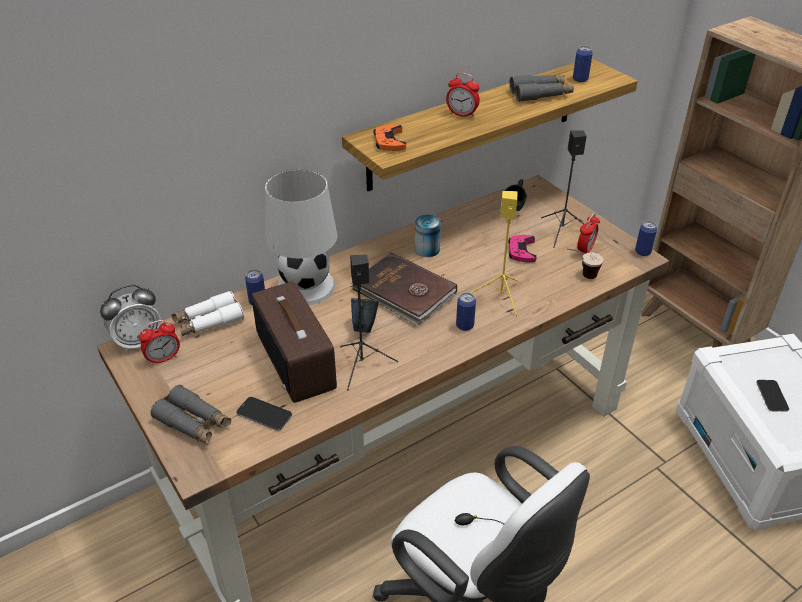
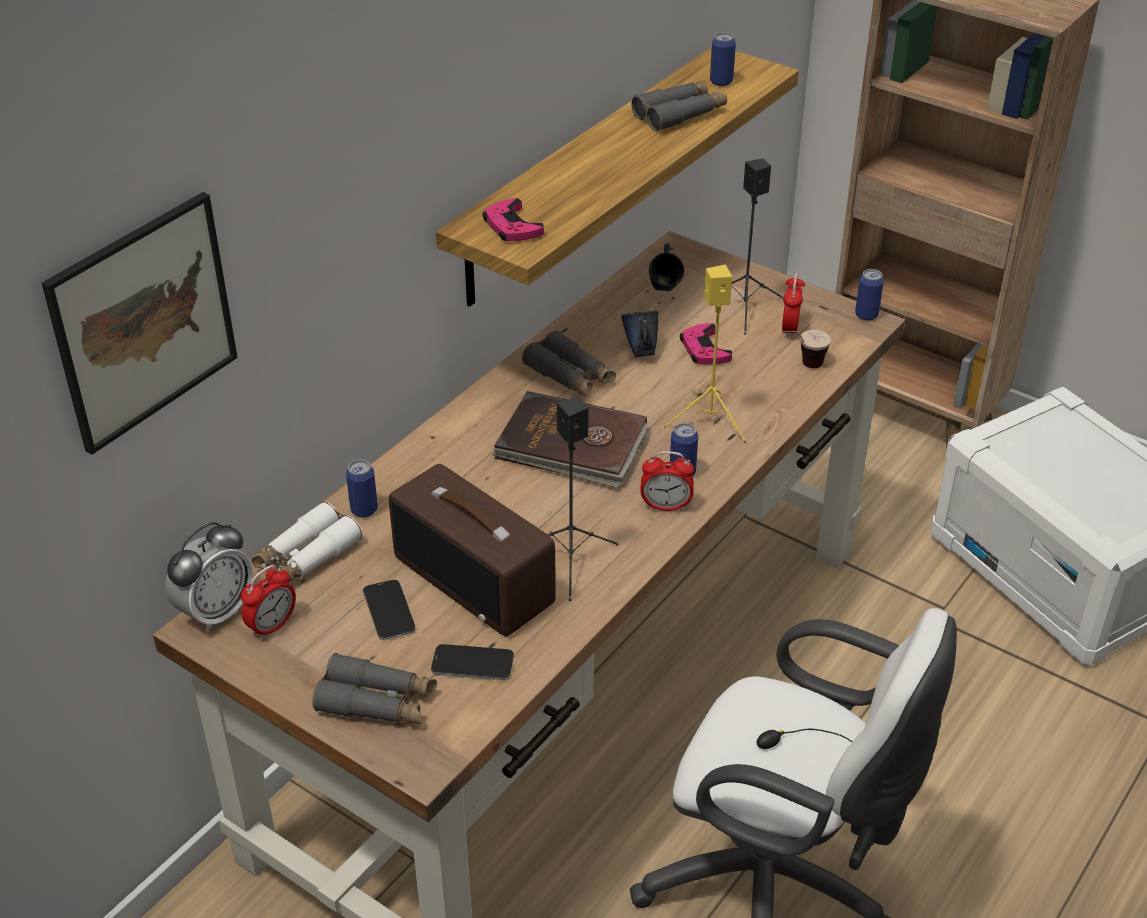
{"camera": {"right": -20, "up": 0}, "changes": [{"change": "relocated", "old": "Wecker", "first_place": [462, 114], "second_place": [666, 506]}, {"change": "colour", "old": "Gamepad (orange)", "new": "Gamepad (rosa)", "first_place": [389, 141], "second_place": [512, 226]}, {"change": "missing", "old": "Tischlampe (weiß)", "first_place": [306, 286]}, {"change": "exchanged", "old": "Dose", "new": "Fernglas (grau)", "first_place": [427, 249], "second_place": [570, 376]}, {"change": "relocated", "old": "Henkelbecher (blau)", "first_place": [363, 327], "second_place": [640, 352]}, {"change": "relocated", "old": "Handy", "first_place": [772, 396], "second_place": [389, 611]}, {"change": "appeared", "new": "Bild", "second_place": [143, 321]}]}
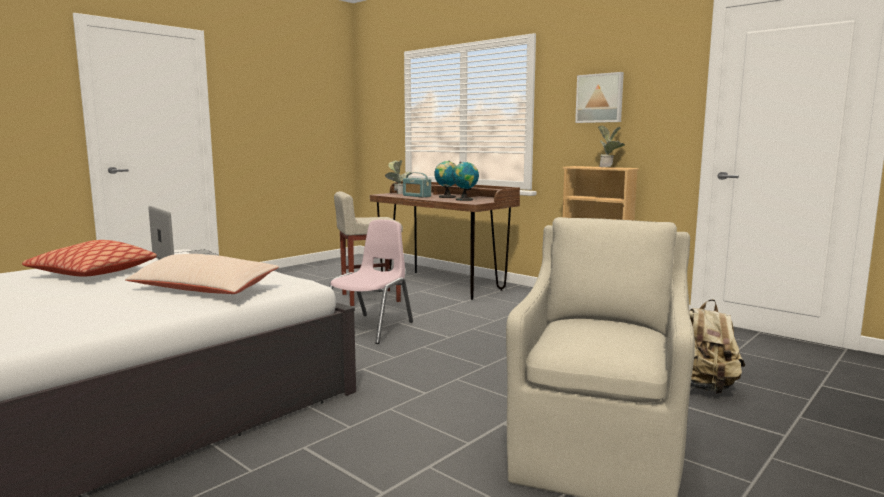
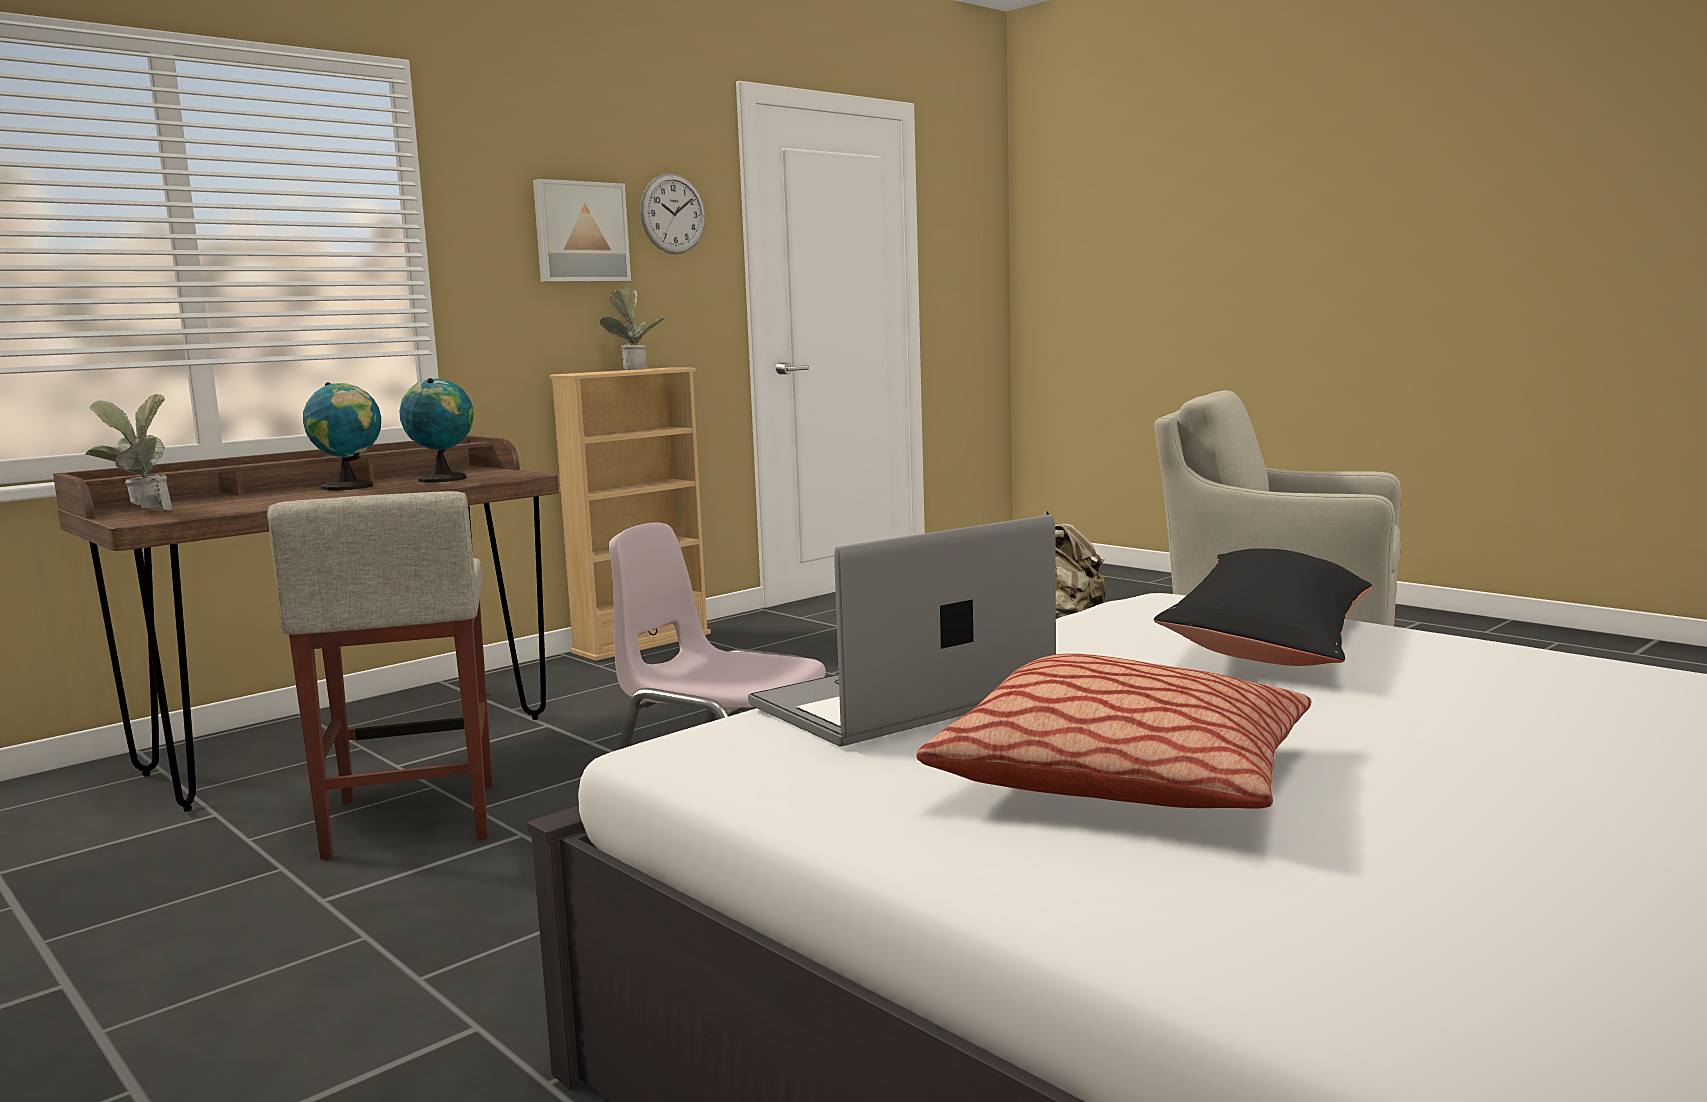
{"camera": {"right": -85, "up": 0}, "changes": [{"change": "missing", "old": "Radio", "first_place": [416, 196]}, {"change": "colour", "old": "Kissen (beige)", "new": "Kissen (schwarz)", "first_place": [204, 289], "second_place": [1271, 640]}, {"change": "appeared", "new": "Wanduhr", "second_place": [673, 214]}]}
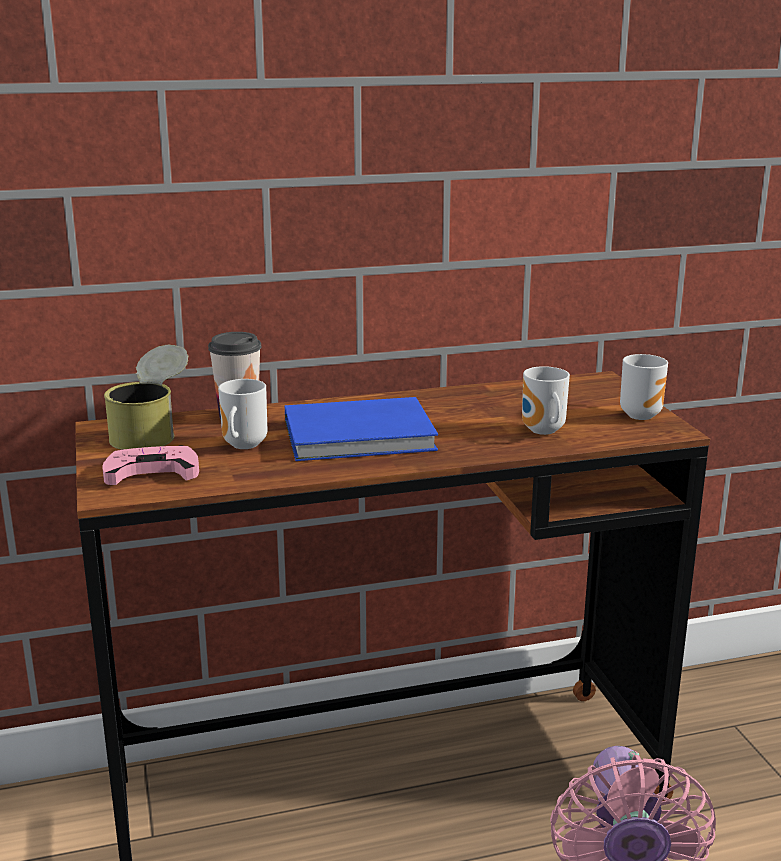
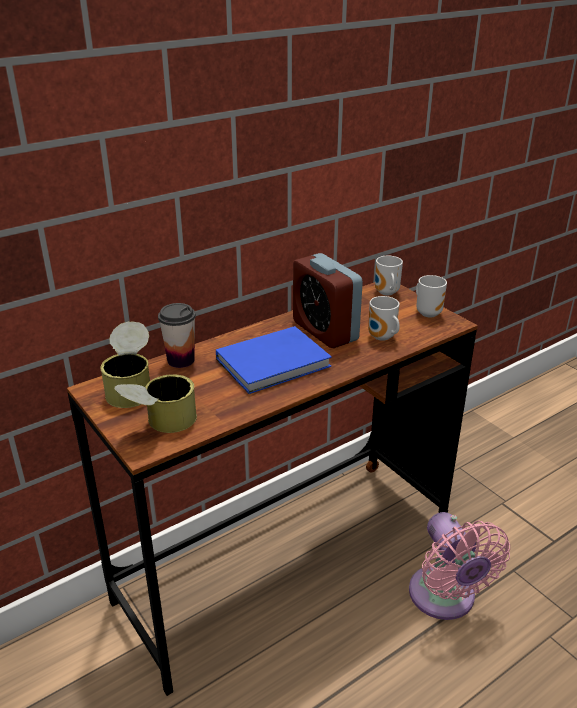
{"camera": {"right": -20, "up": 10}, "changes": [{"change": "relocated", "old": "Henkelbecher", "first_place": [241, 446], "second_place": [386, 293]}, {"change": "exchanged", "old": "Gamepad (rosa)", "new": "Dose", "first_place": [152, 472], "second_place": [159, 424]}, {"change": "appeared", "new": "Wecker", "second_place": [325, 331]}]}
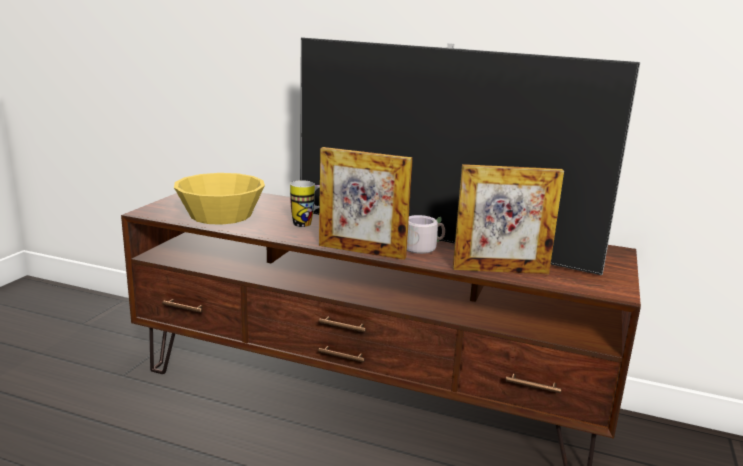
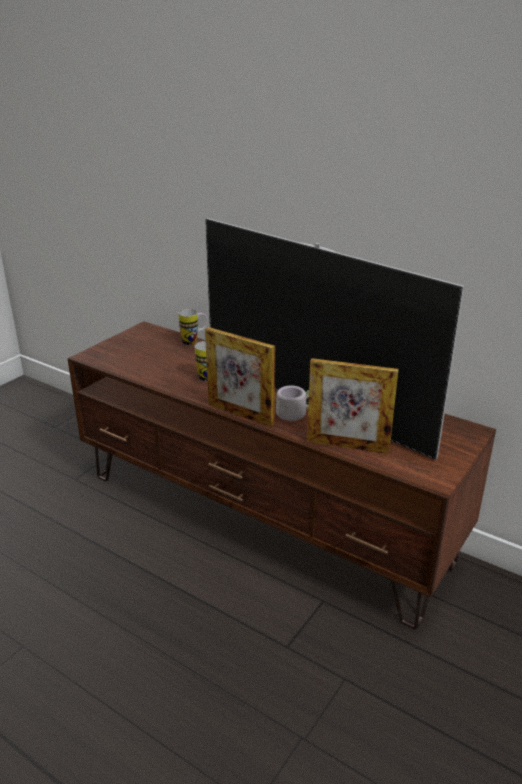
{"camera": {"right": 15, "up": 10}, "changes": [{"change": "missing", "old": "Schüssel (gelb)", "first_place": [220, 215]}, {"change": "appeared", "new": "Henkelbecher", "second_place": [194, 342]}]}
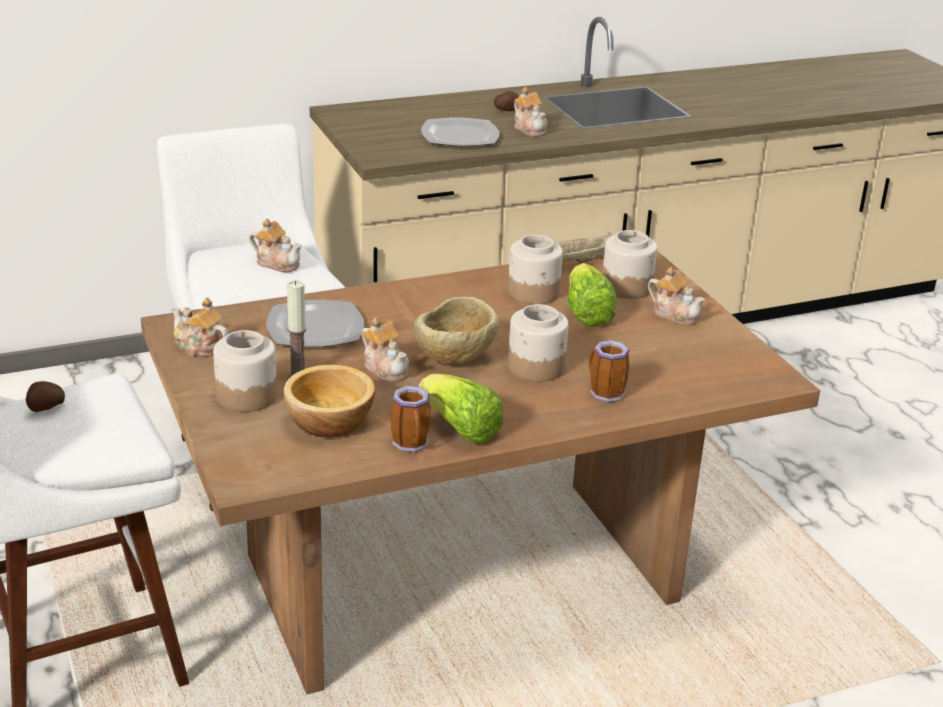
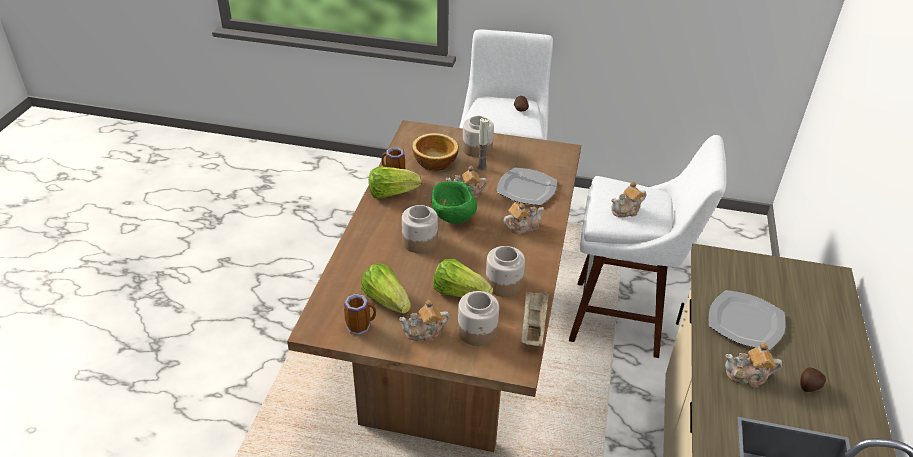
{"camera": {"right": 125, "up": 10}, "changes": [{"change": "relocated", "old": "Teekanne", "first_place": [199, 347], "second_place": [522, 226]}, {"change": "colour", "old": "Schüssel (beige)", "new": "Schüssel (grün)", "first_place": [454, 360], "second_place": [453, 218]}, {"change": "relocated", "old": "Henkelbecher", "first_place": [603, 393], "second_place": [360, 326]}, {"change": "appeared", "new": "Salatkopf", "second_place": [386, 300]}]}
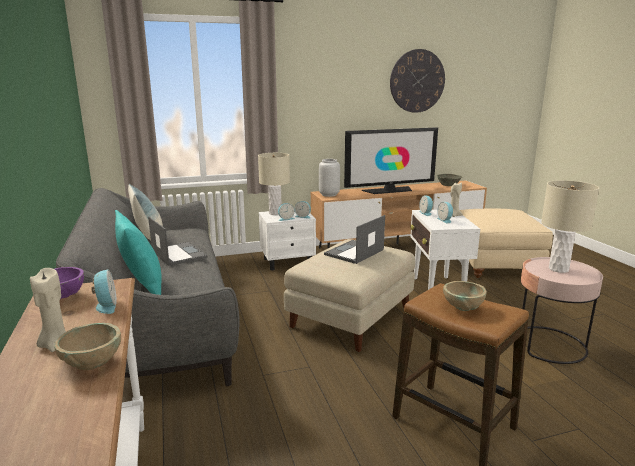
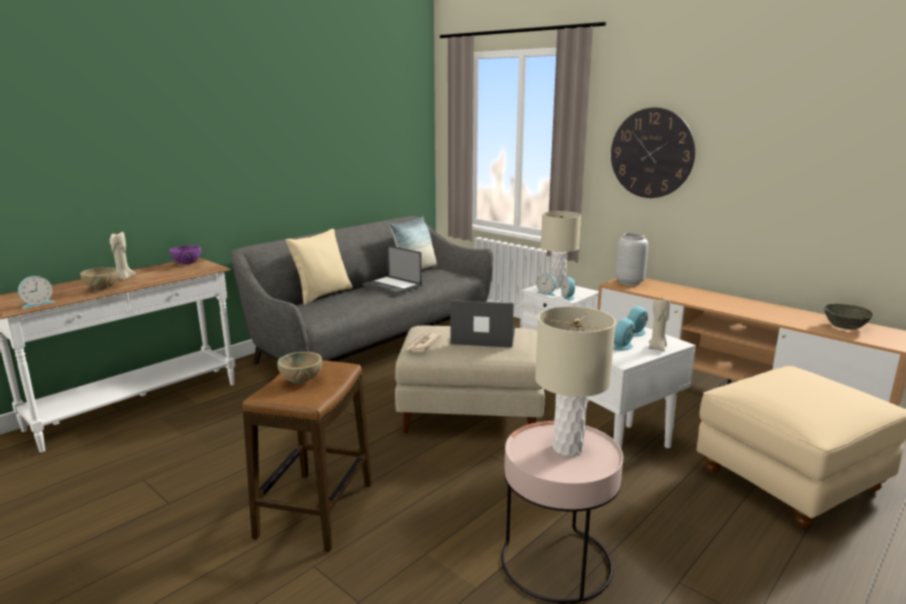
{"camera": {"right": 60, "up": 0}, "changes": [{"change": "relocated", "old": "Wanduhr", "first_place": [417, 81], "second_place": [651, 153]}, {"change": "missing", "old": "Fernseher", "first_place": [389, 190]}, {"change": "colour", "old": "Kissen (türkis)", "new": "Kissen (beige)", "first_place": [142, 286], "second_place": [322, 295]}, {"change": "spun", "old": "Laptop", "first_place": [178, 254], "second_place": [393, 285], "degrees": 105}, {"change": "relocated", "old": "Wecker", "first_place": [106, 306], "second_place": [37, 303]}, {"change": "appeared", "new": "Zeitung", "second_place": [422, 344]}]}
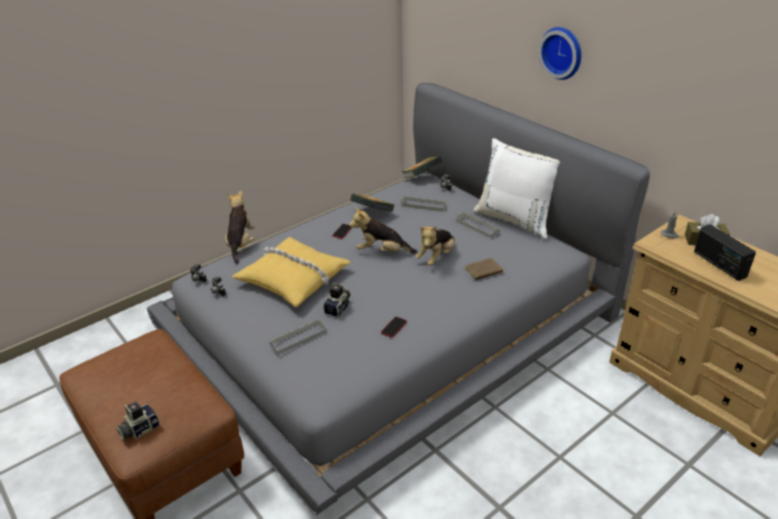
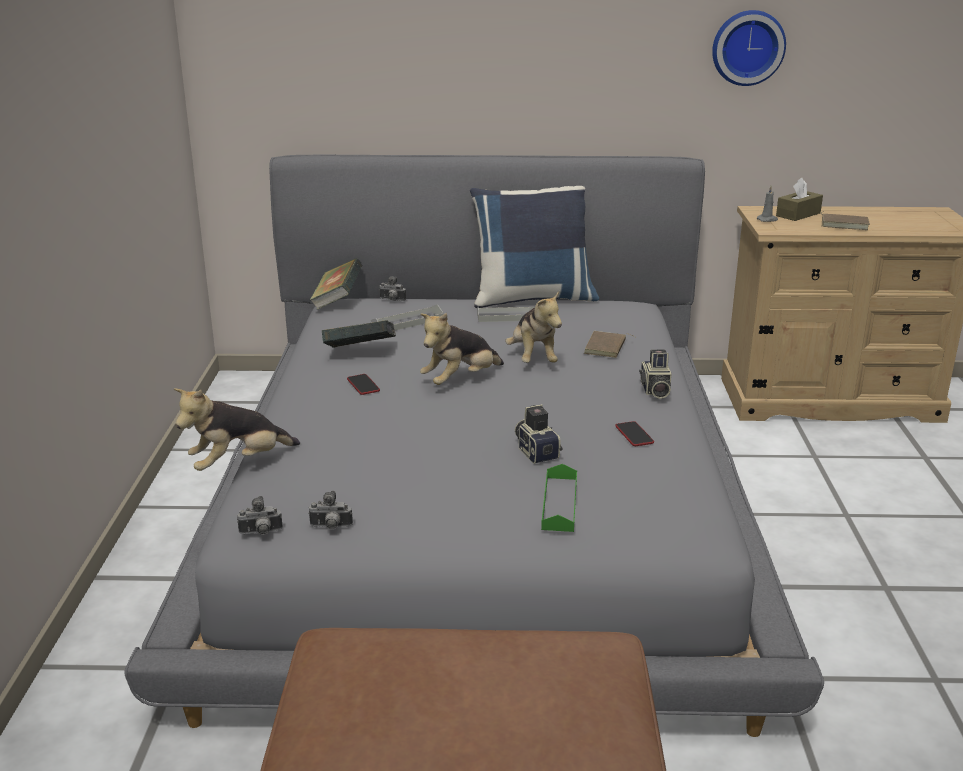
{"camera": {"right": -50, "up": -10}, "changes": [{"change": "relocated", "old": "Wanduhr", "first_place": [562, 52], "second_place": [747, 47]}, {"change": "colour", "old": "Kissen (weiß)", "new": "Kissen (blau)", "first_place": [515, 220], "second_place": [533, 298]}, {"change": "spun", "old": "Plüschtier", "first_place": [241, 244], "second_place": [238, 463], "degrees": -75}, {"change": "exchanged", "old": "Radio", "new": "Buch (braun)", "first_place": [719, 264], "second_place": [844, 224]}, {"change": "missing", "old": "Kissen (gelb)", "first_place": [294, 278]}, {"change": "colour", "old": "Tablett (grau)", "new": "Tablett (grün)", "first_place": [298, 338], "second_place": [559, 503]}, {"change": "relocated", "old": "Kamera", "first_place": [139, 429], "second_place": [654, 390]}]}
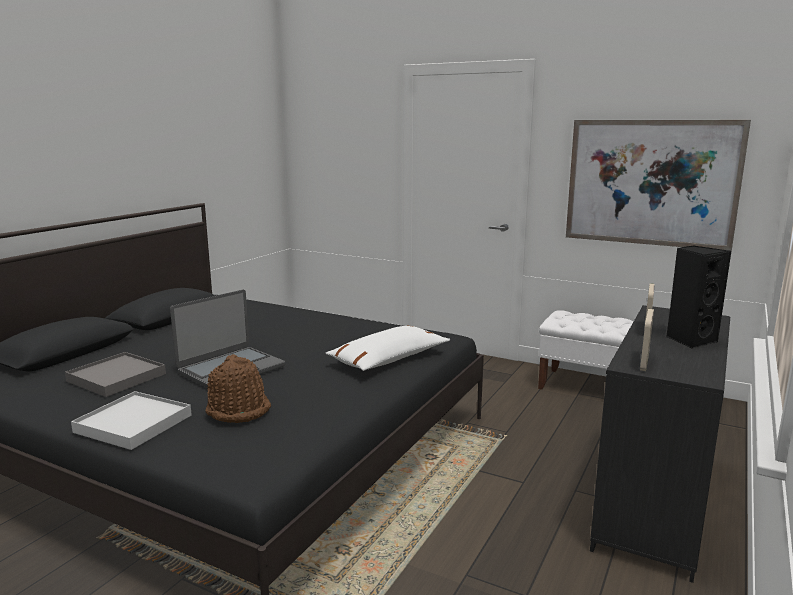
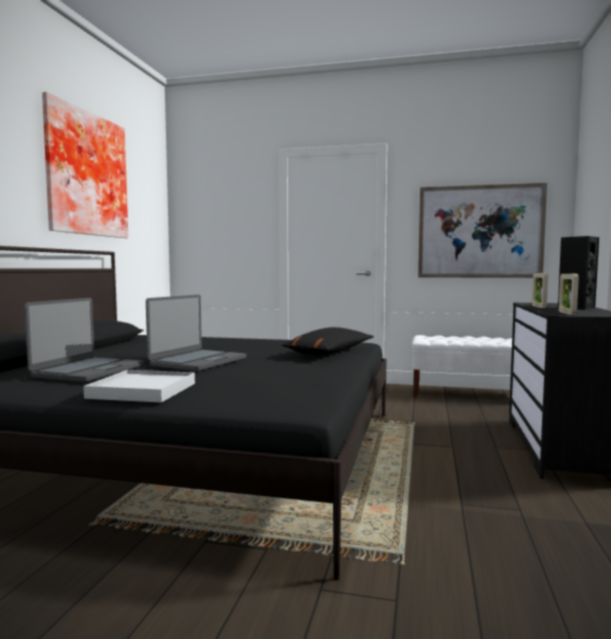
{"camera": {"right": -15, "up": -10}, "changes": [{"change": "colour", "old": "Kissen (weiß)", "new": "Kissen (schwarz)", "first_place": [388, 359], "second_place": [329, 352]}, {"change": "exchanged", "old": "Tablett (grau)", "new": "Laptop", "first_place": [116, 377], "second_place": [88, 371]}, {"change": "missing", "old": "Hut (braun)", "first_place": [238, 409]}, {"change": "appeared", "new": "Bild", "second_place": [84, 174]}]}
